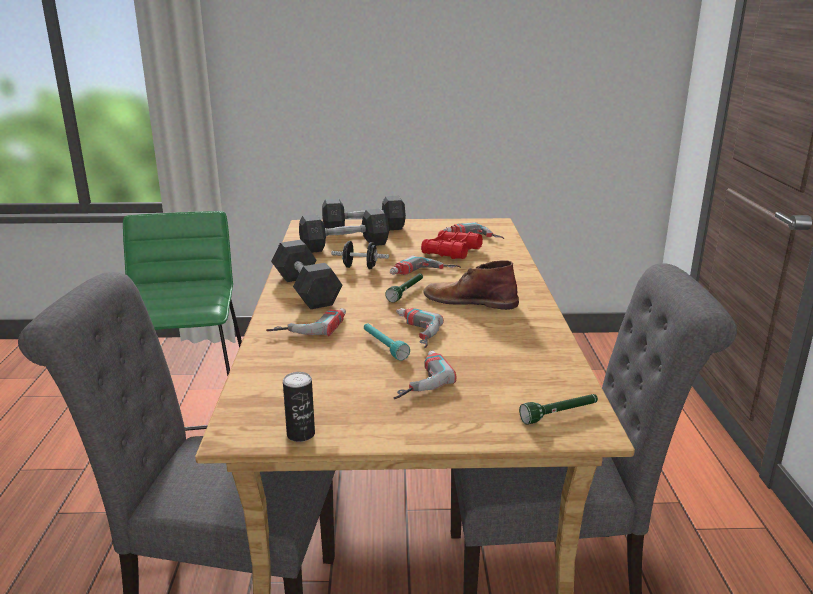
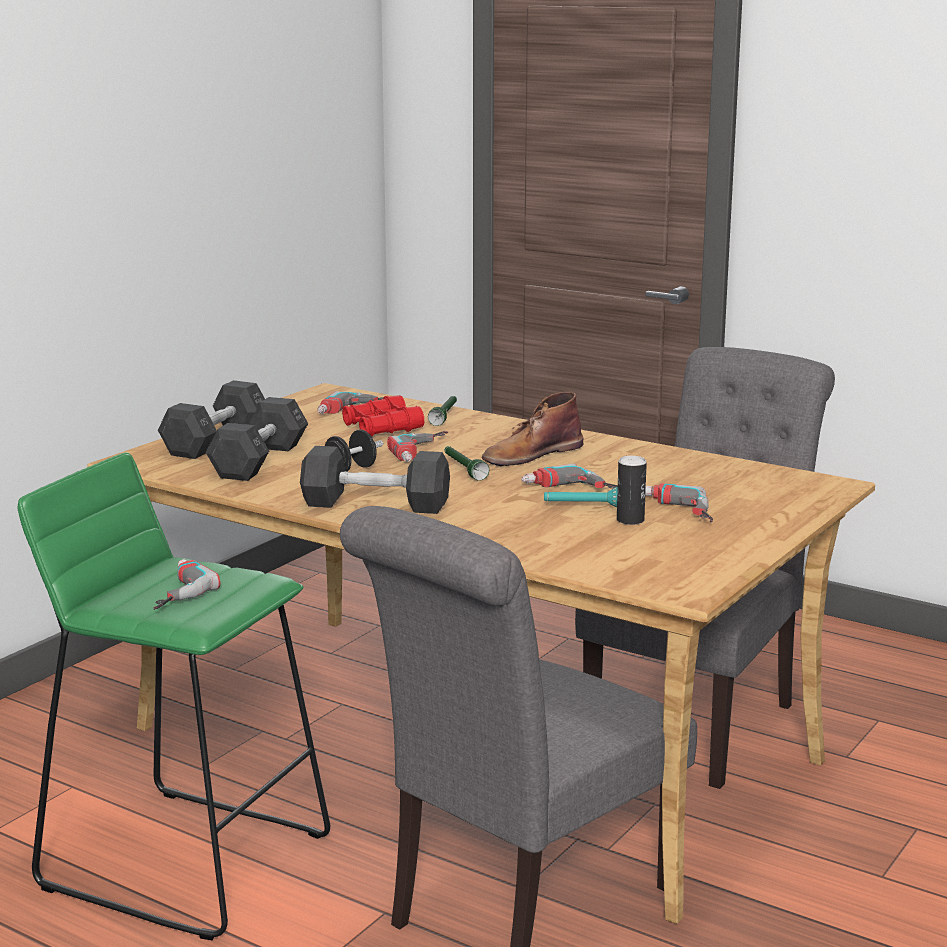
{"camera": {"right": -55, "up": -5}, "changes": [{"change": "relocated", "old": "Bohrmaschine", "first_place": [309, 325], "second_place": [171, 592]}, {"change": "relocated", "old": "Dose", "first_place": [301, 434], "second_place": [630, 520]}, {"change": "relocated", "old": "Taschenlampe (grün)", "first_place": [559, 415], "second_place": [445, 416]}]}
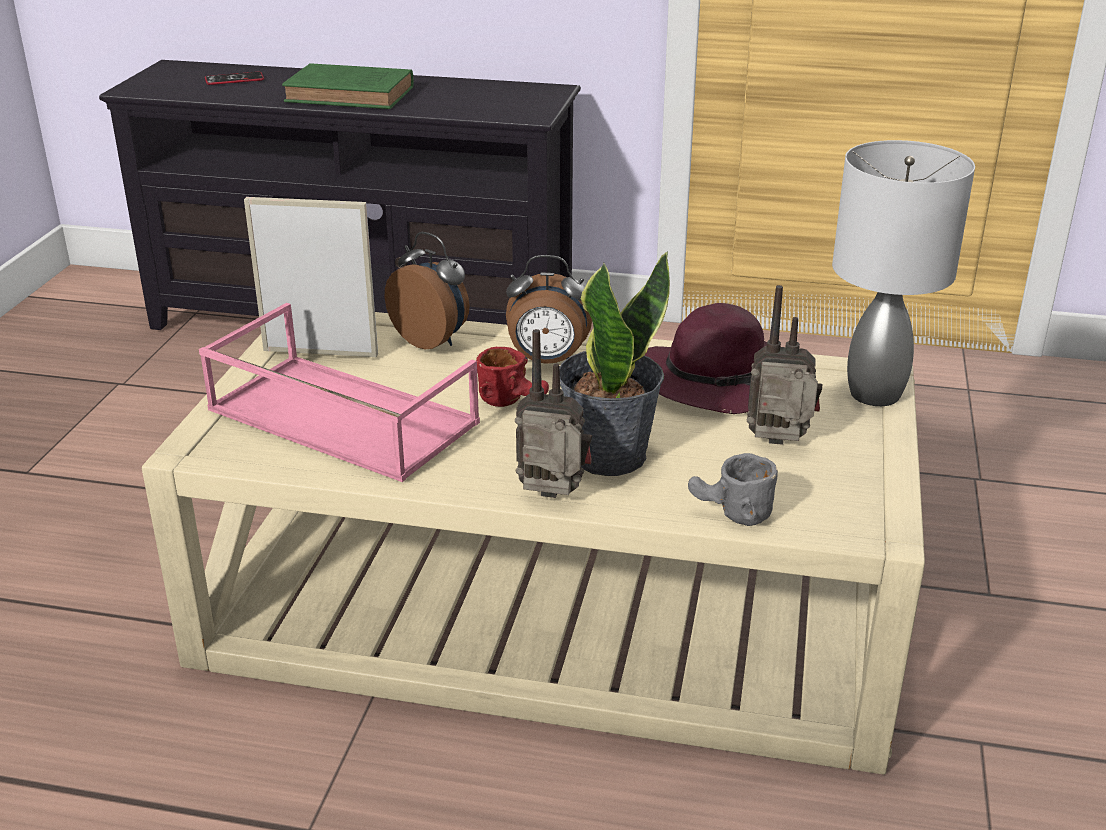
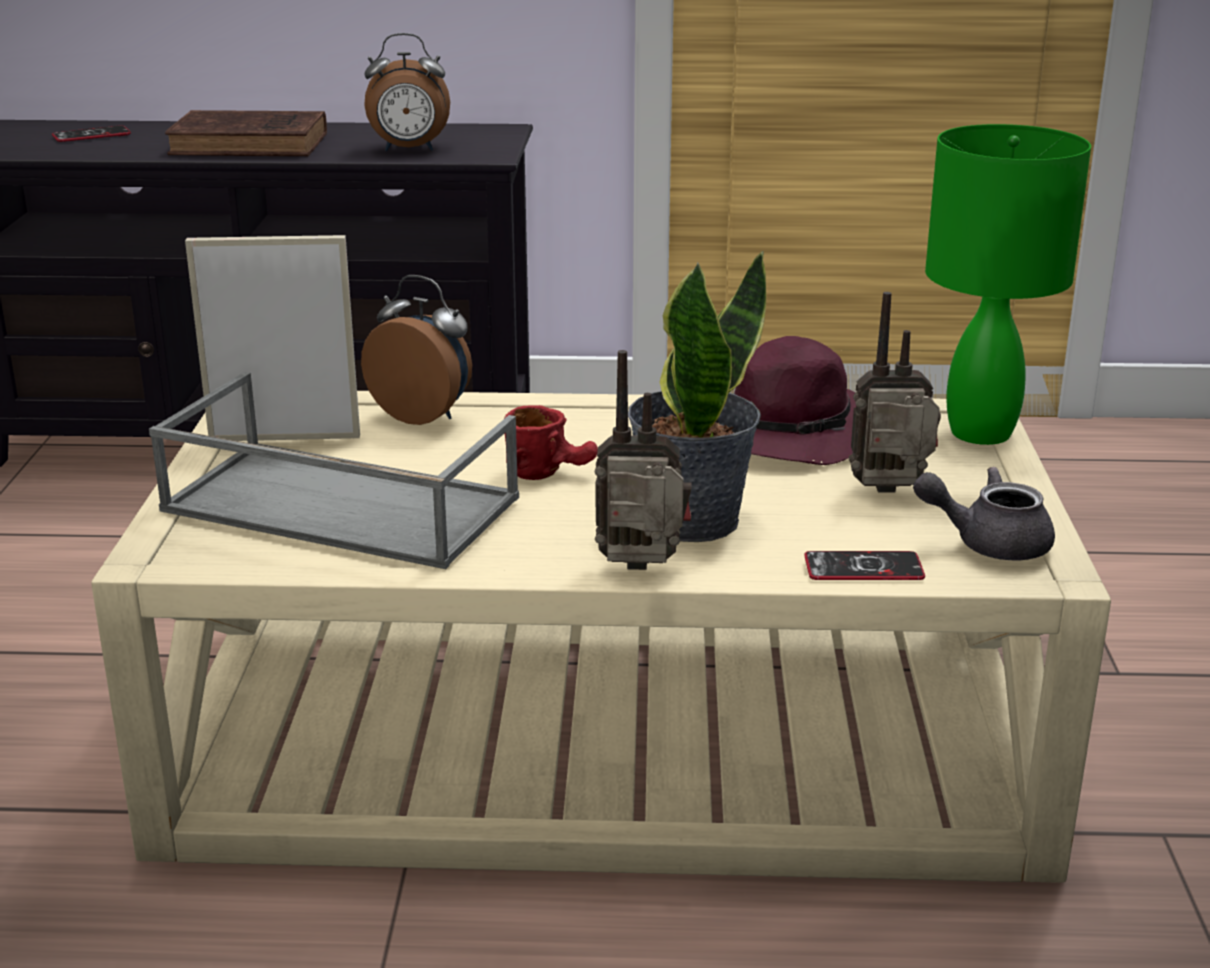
{"camera": {"right": -10, "up": -5}, "changes": [{"change": "colour", "old": "Buch (grün)", "new": "Buch (braun)", "first_place": [353, 95], "second_place": [254, 144]}, {"change": "colour", "old": "Tischlampe (grau)", "new": "Tischlampe (grün)", "first_place": [874, 395], "second_place": [980, 433]}, {"change": "relocated", "old": "Wecker", "first_place": [547, 361], "second_place": [409, 150]}, {"change": "colour", "old": "Tablett (rosa)", "new": "Tablett (grau)", "first_place": [338, 417], "second_place": [335, 505]}, {"change": "exchanged", "old": "Henkelbecher (grau)", "new": "Handy", "first_place": [729, 514], "second_place": [863, 568]}, {"change": "appeared", "new": "Teekanne (grau)", "second_place": [988, 542]}]}
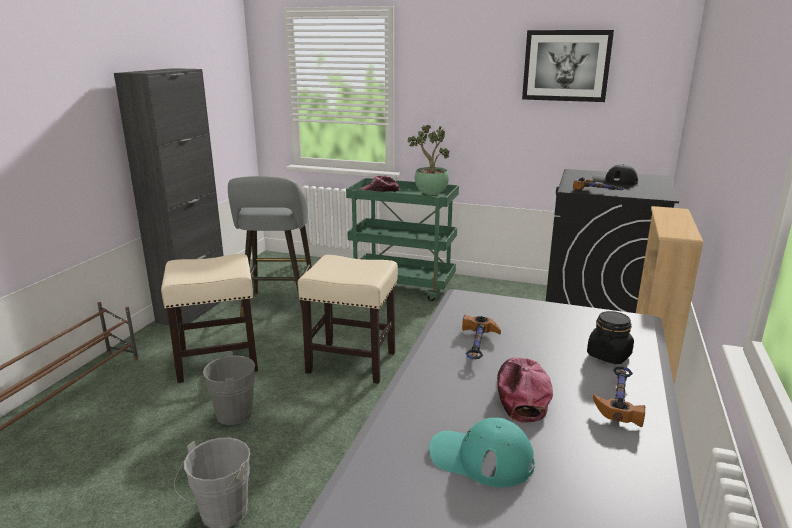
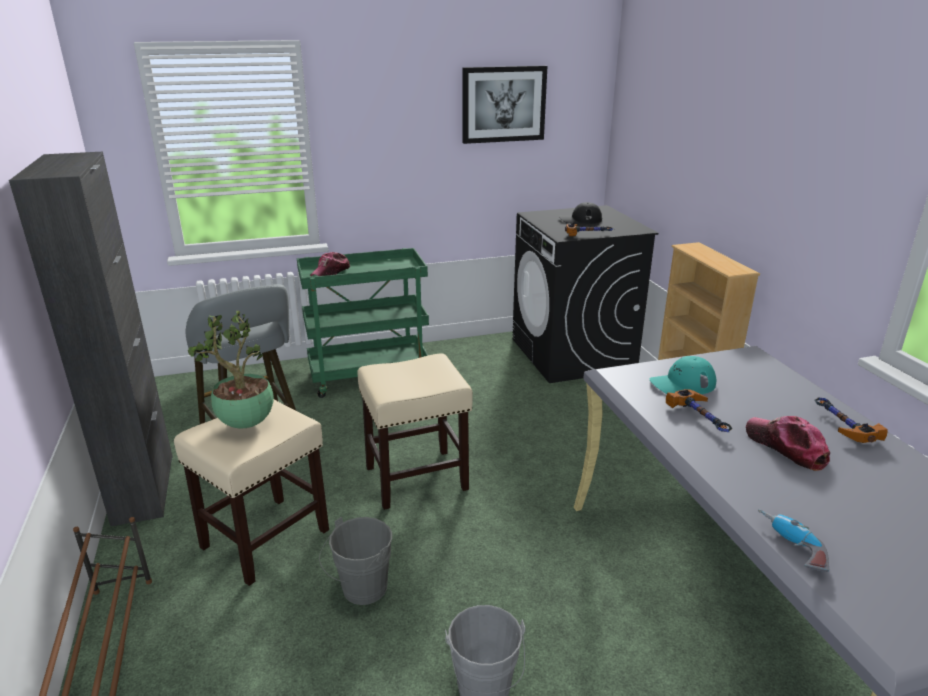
{"camera": {"right": -35, "up": 5}, "changes": [{"change": "relocated", "old": "Topfpflanze", "first_place": [430, 194], "second_place": [245, 424]}, {"change": "missing", "old": "Vorratsglas (schwarz)", "first_place": [609, 355]}, {"change": "relocated", "old": "Kappe (türkis)", "first_place": [480, 458], "second_place": [682, 384]}, {"change": "appeared", "new": "Bohrmaschine", "second_place": [789, 547]}]}
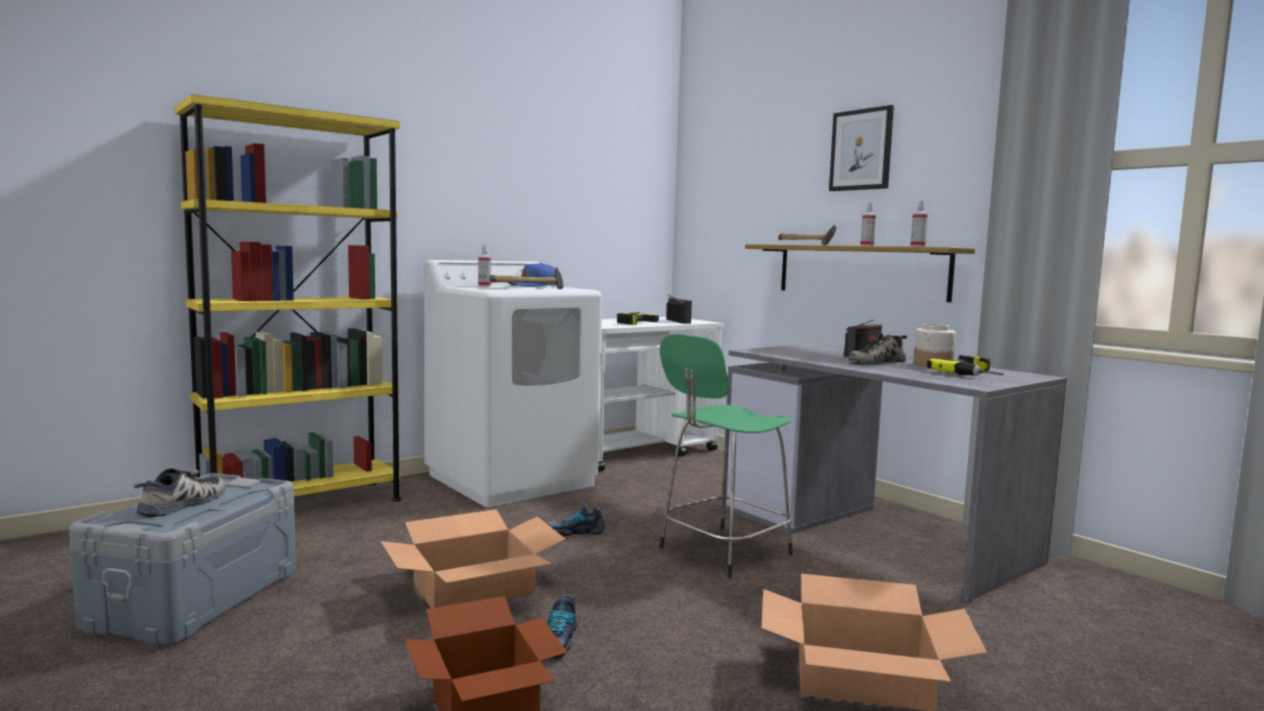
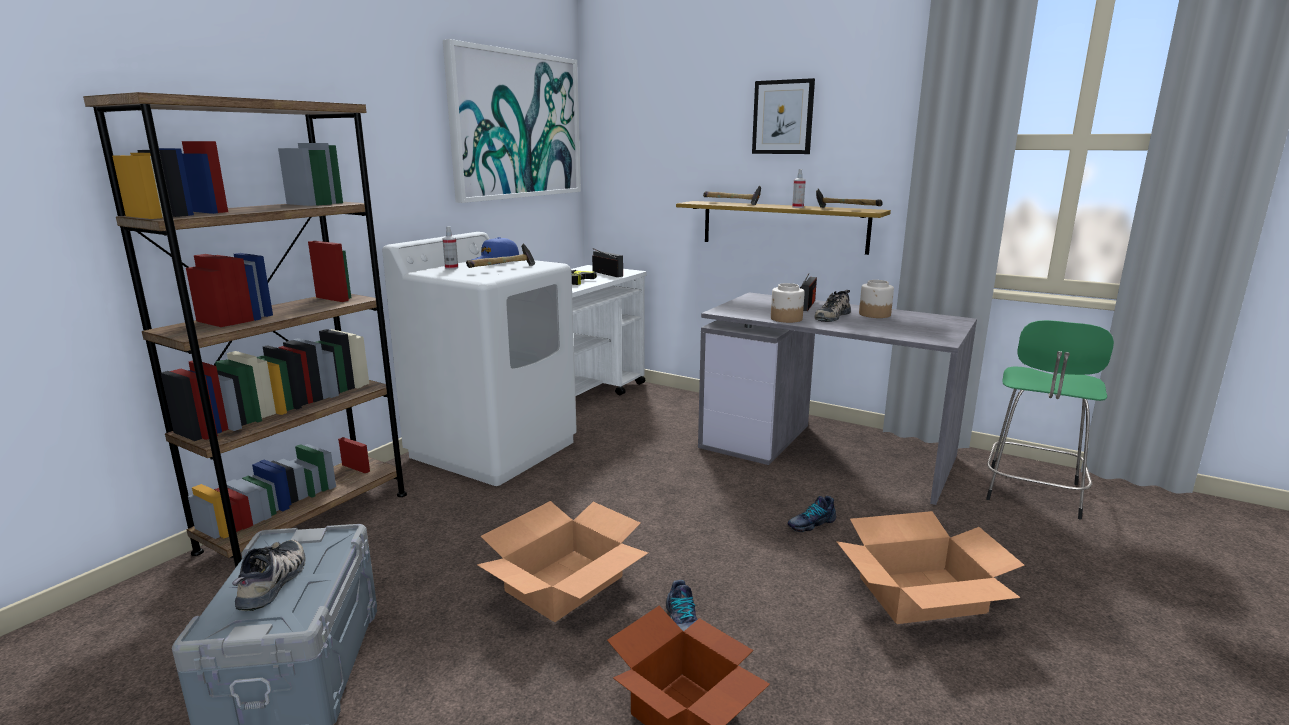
{"camera": {"right": -20, "up": 10}, "changes": [{"change": "colour", "old": "Bücherregal (gelb)", "new": "Bücherregal (braun)", "first_place": [302, 505], "second_place": [307, 521]}, {"change": "exchanged", "old": "Sprühflasche", "new": "Hammer", "first_place": [917, 246], "second_place": [846, 209]}, {"change": "relocated", "old": "Hocker (grün)", "first_place": [721, 552], "second_place": [1032, 493]}, {"change": "missing", "old": "Bohrmaschine", "first_place": [976, 374]}, {"change": "relocated", "old": "Schuh", "first_place": [575, 531], "second_place": [810, 523]}, {"change": "appeared", "new": "Bild", "second_place": [517, 125]}, {"change": "appeared", "new": "Vorratsglas", "second_place": [786, 319]}]}
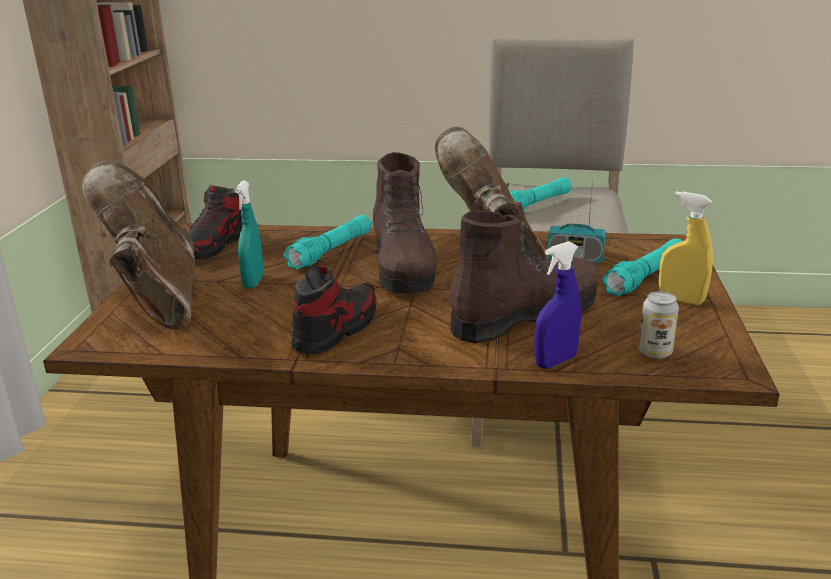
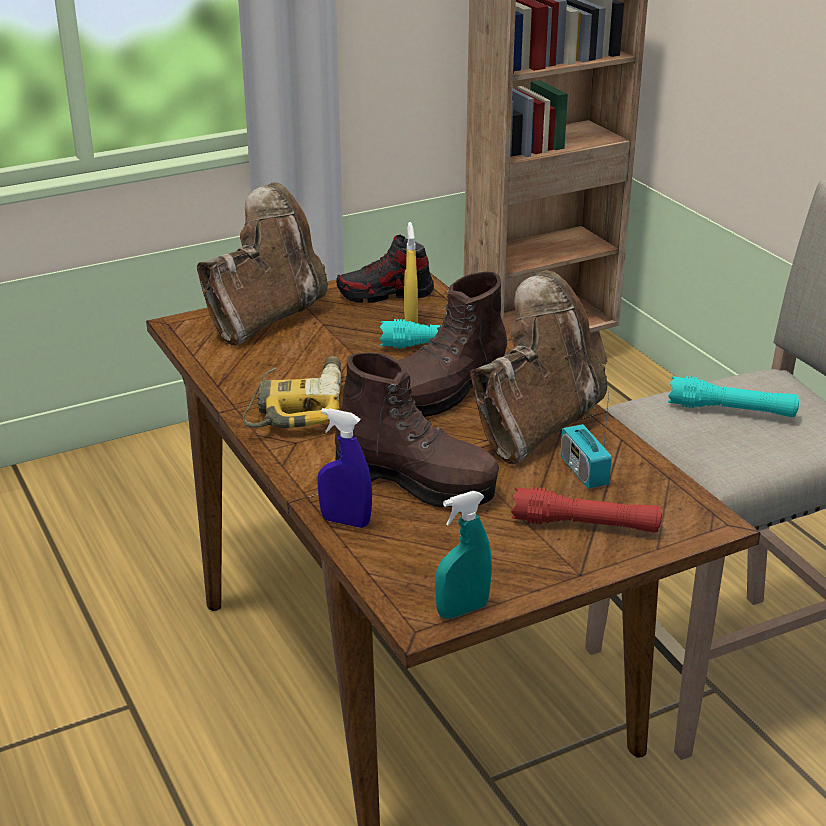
{"camera": {"right": 55, "up": 5}, "changes": [{"change": "relocated", "old": "Sprühflasche (türkis)", "first_place": [253, 282], "second_place": [462, 610]}, {"change": "relocated", "old": "Sprühflasche (gelb)", "first_place": [681, 300], "second_place": [410, 320]}, {"change": "colour", "old": "Taschenlampe (türkis)", "new": "Taschenlampe (rot)", "first_place": [646, 277], "second_place": [585, 525]}, {"change": "exchanged", "old": "Schuh", "new": "Bohrmaschine", "first_place": [336, 330], "second_place": [297, 405]}, {"change": "missing", "old": "Dose", "first_place": [655, 352]}]}
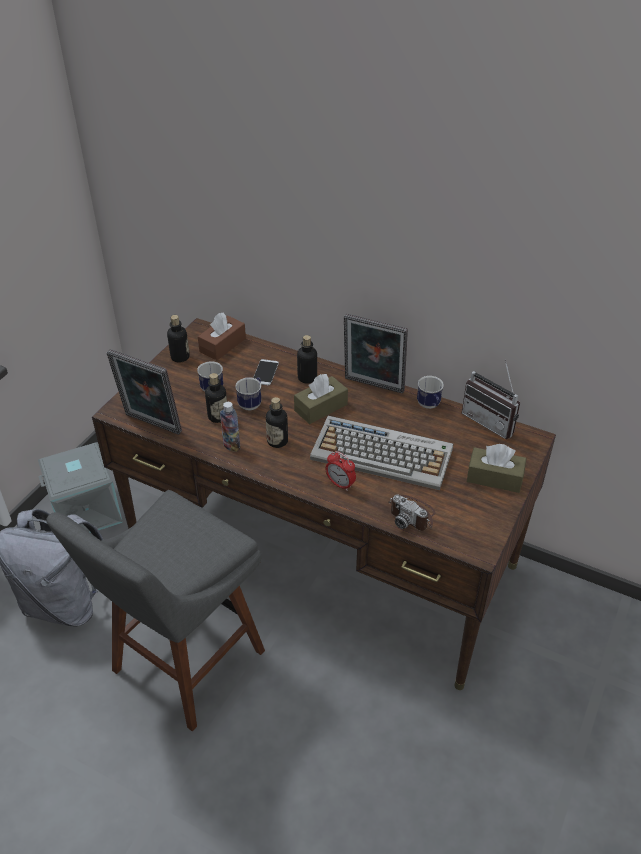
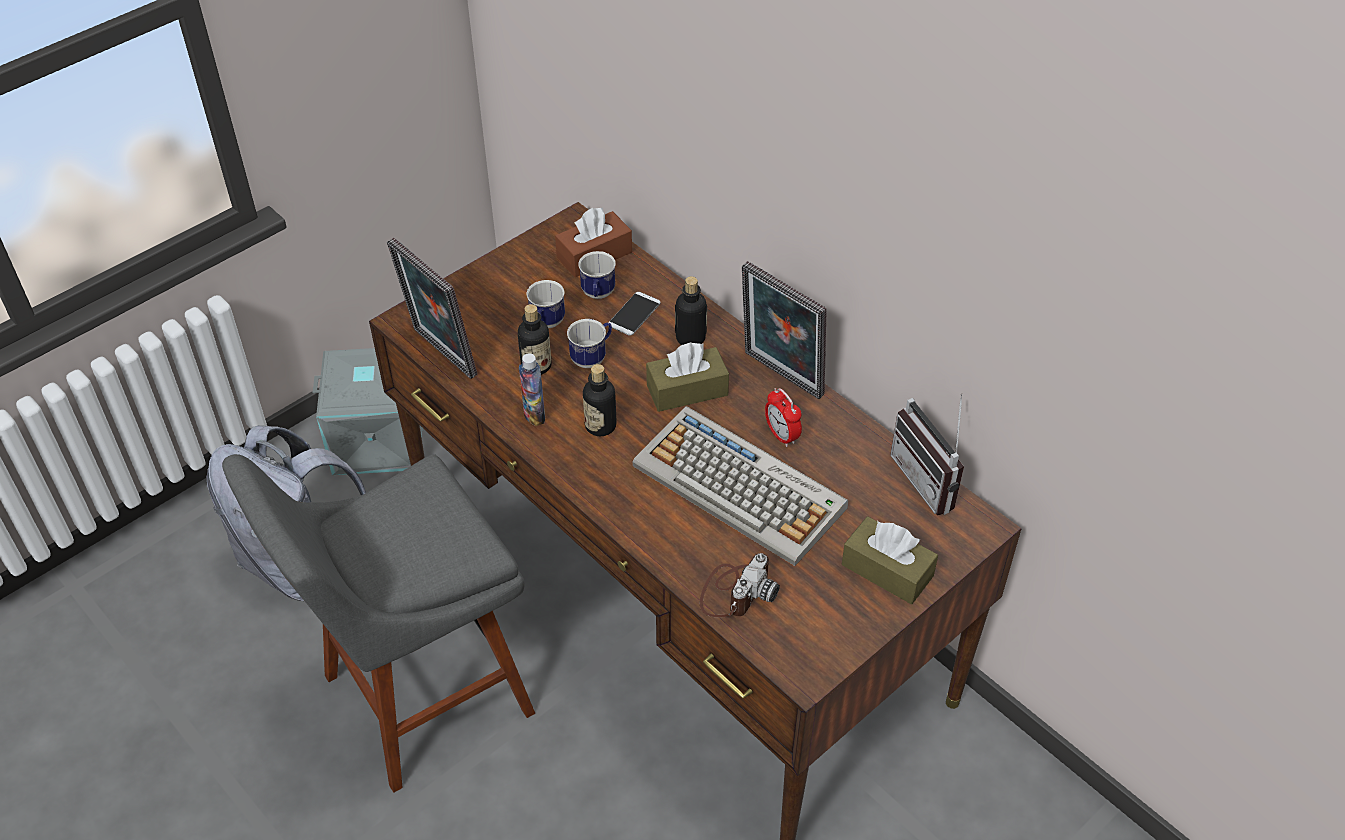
{"camera": {"right": 20, "up": 5}, "changes": [{"change": "missing", "old": "Flasche", "first_place": [180, 357]}, {"change": "relocated", "old": "Henkelbecher", "first_place": [429, 406], "second_place": [598, 295]}, {"change": "relocated", "old": "Wecker", "first_place": [340, 484], "second_place": [781, 435]}, {"change": "spun", "old": "Kamera", "first_place": [412, 514], "second_place": [735, 591], "degrees": -120}]}
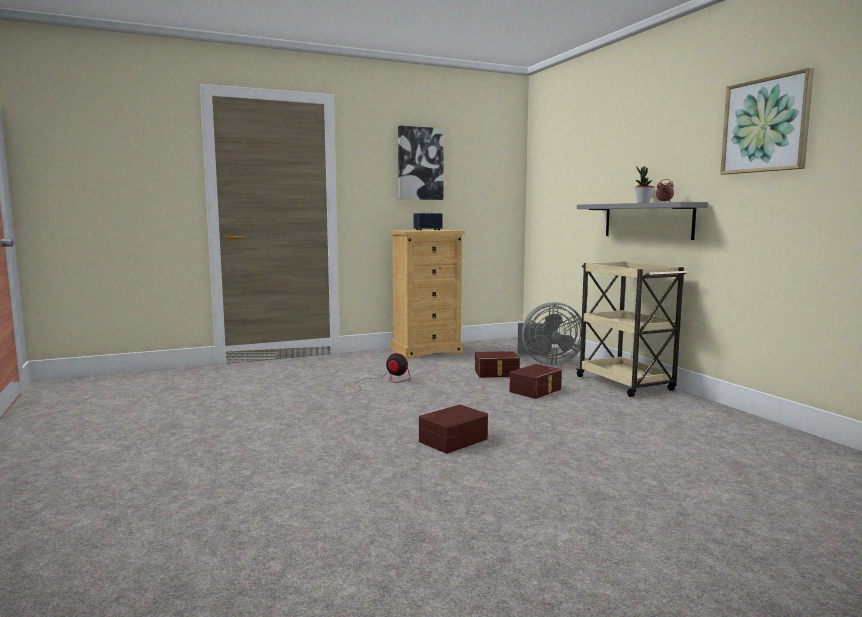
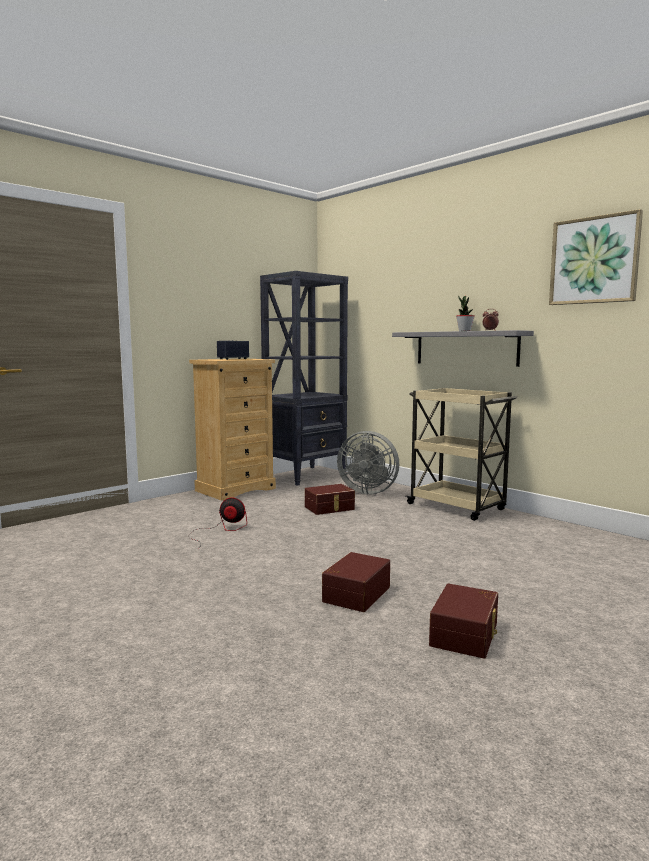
{"camera": {"right": -20, "up": 0}, "changes": [{"change": "missing", "old": "Bild", "first_place": [420, 163]}, {"change": "spun", "old": "Ventilator (grau)", "first_place": [548, 362], "second_place": [367, 491], "degrees": 45}, {"change": "relocated", "old": "Aufbewahrungsbox (braun)", "first_place": [536, 391], "second_place": [466, 634]}, {"change": "appeared", "new": "Bücherregal (schwarz)", "second_place": [306, 475]}]}
